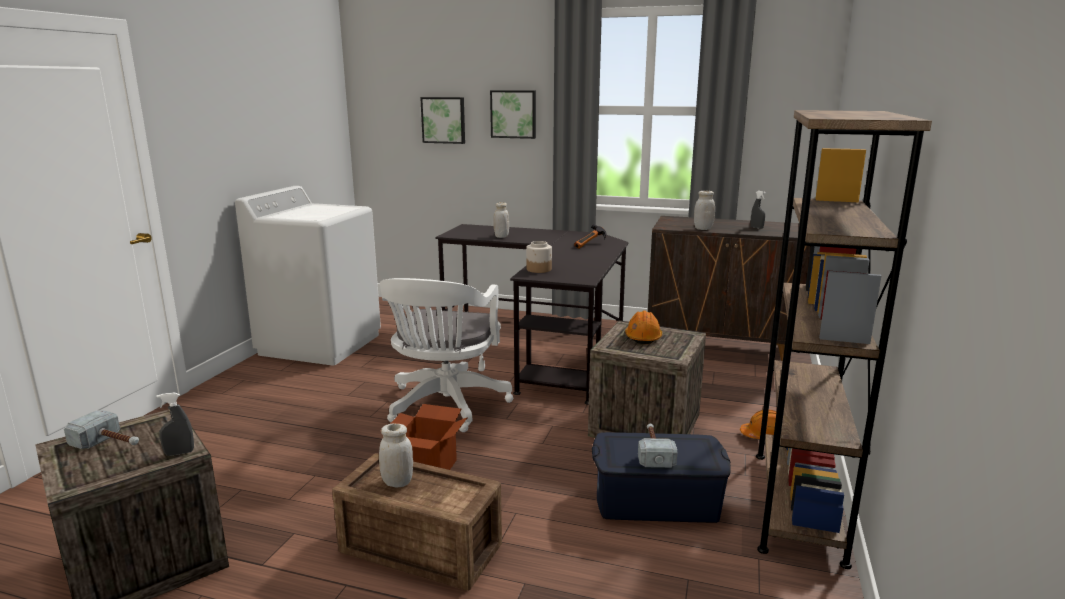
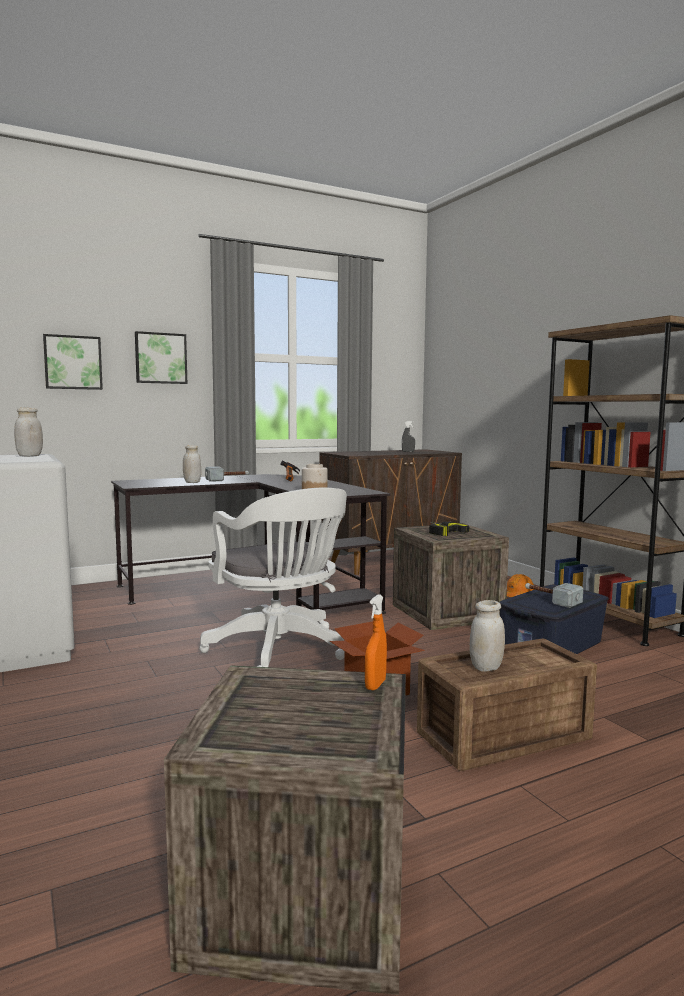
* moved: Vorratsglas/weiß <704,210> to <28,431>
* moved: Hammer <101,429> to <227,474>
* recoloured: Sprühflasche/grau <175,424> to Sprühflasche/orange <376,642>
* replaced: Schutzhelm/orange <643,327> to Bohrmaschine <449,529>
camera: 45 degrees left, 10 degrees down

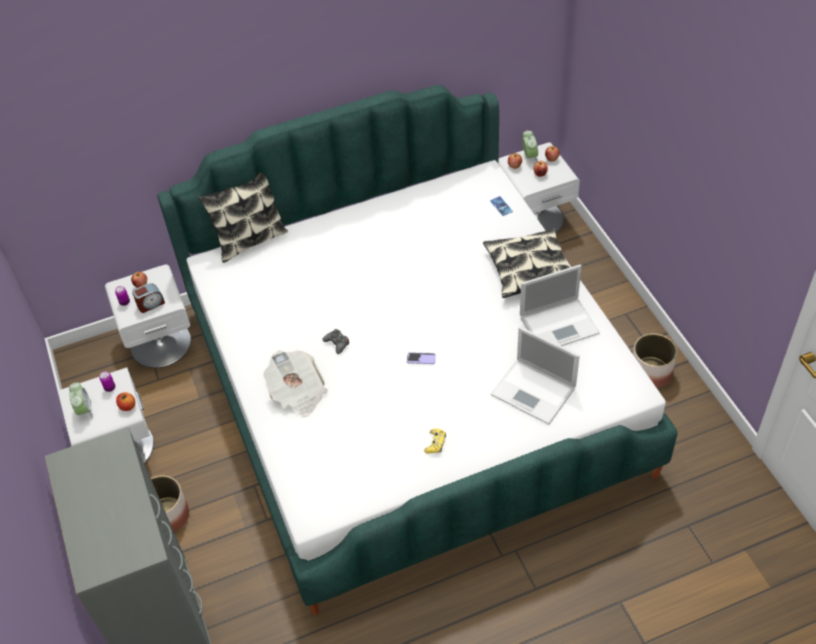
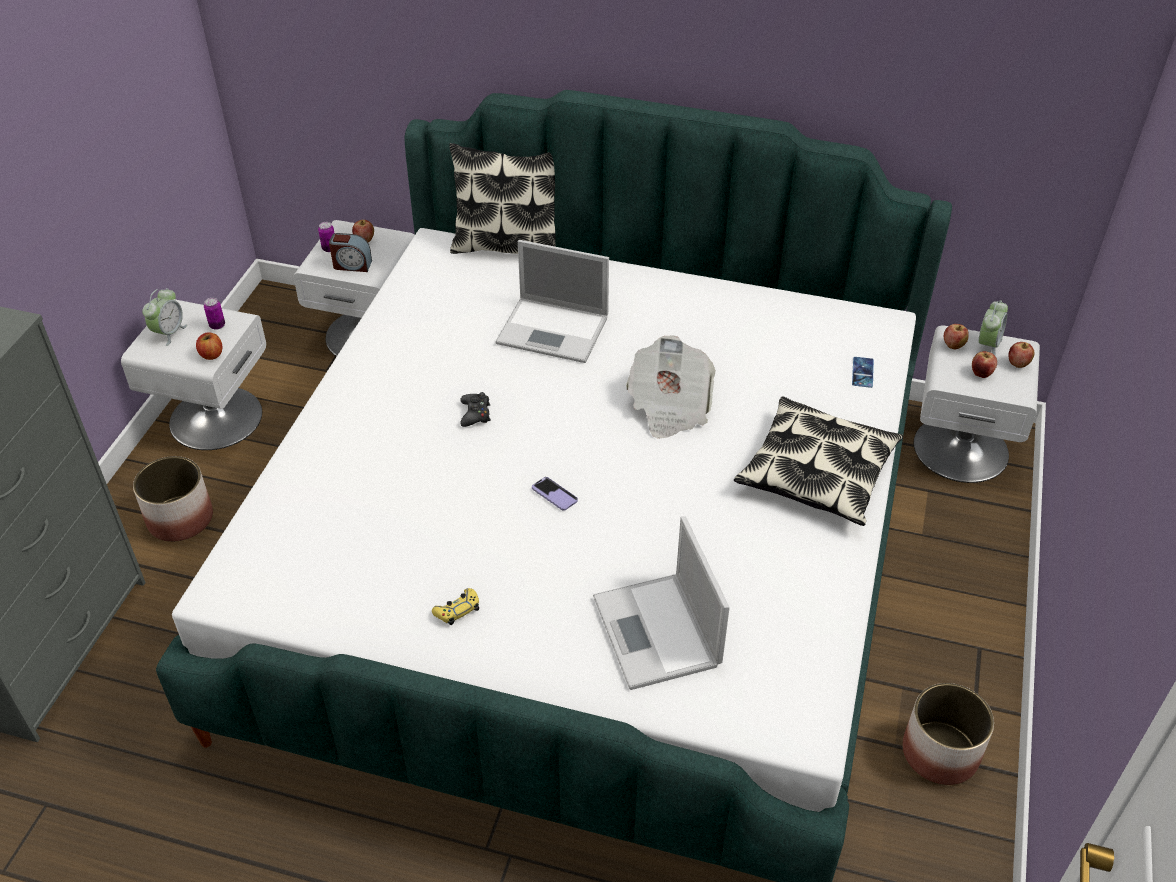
* moved: Laptop <560,305> to <552,301>
* moved: Zeitung <295,383> to <671,387>
camera: 35 degrees right, 5 degrees down

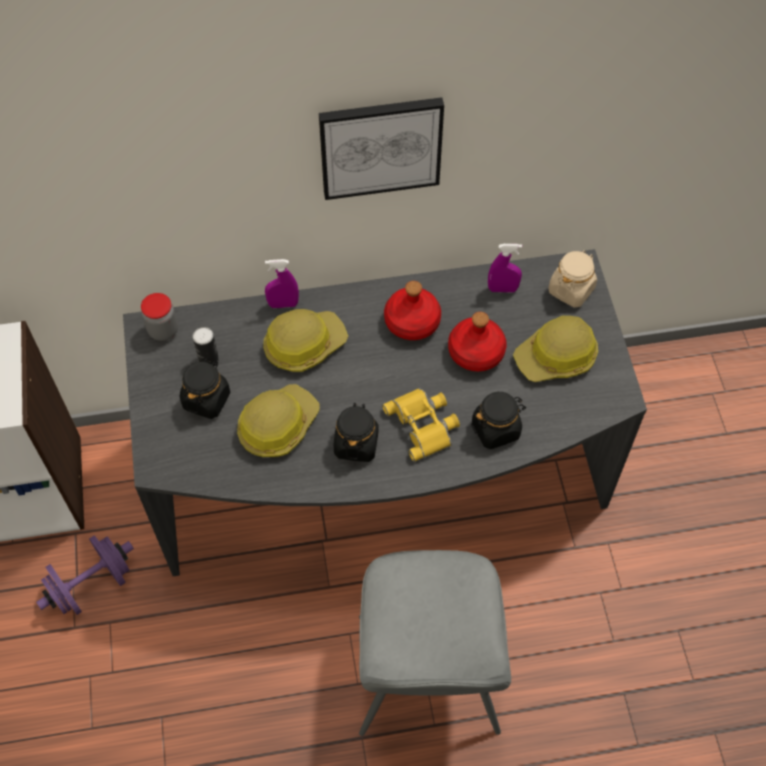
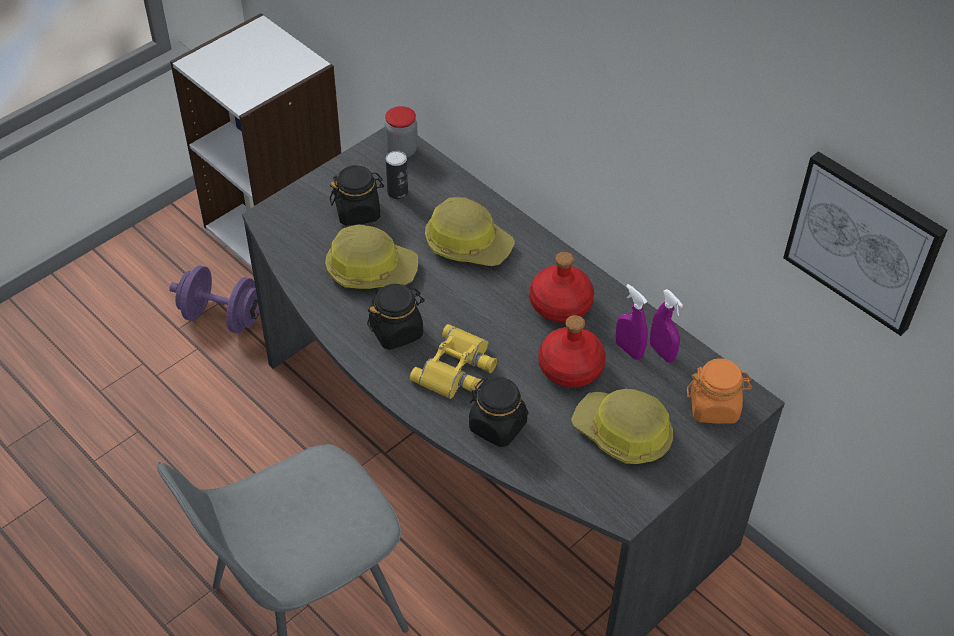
* moved: Sprühflasche/lila <282,283> to <632,322>
* recoloured: Vorratsglas/beige <572,279> to Vorratsglas/orange <719,391>
* moved: Bild <381,148> to <865,243>
camera: 55 degrees right, 10 degrees down

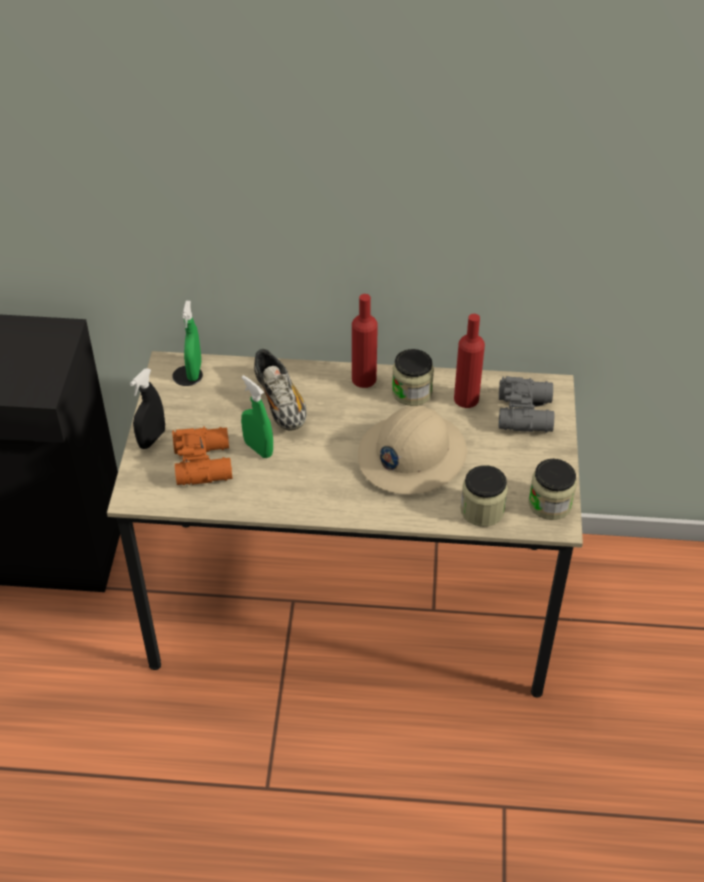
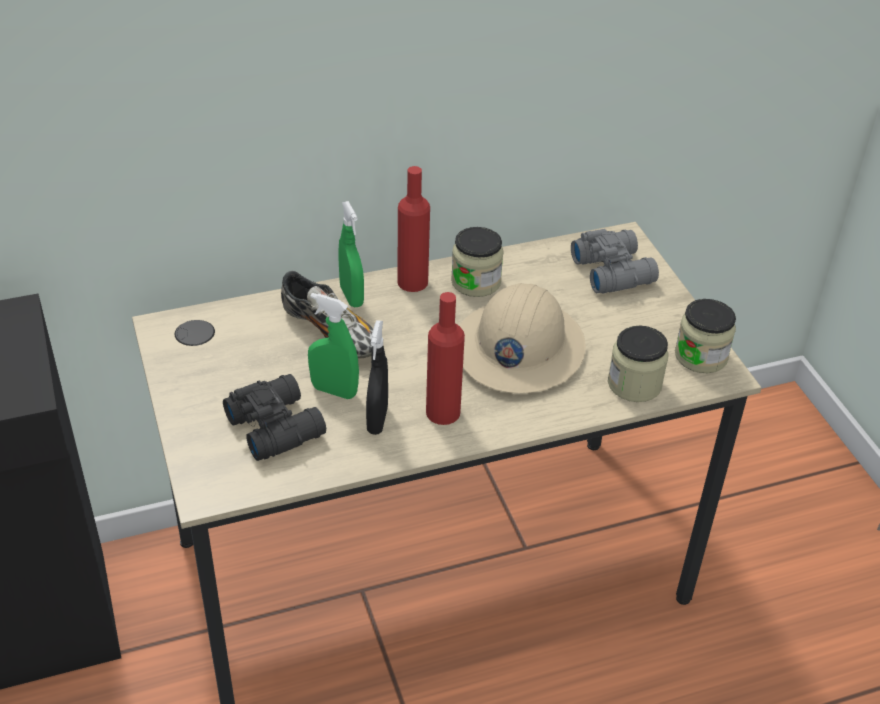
* recoloured: Fernglas/orange <202,455> to Fernglas/schwarz <274,417>
* moved: Sprühflasche/grün <192,341> to <351,254>
* moved: Sprühflasche/schwarz <147,408> to <377,377>
* moved: Flasche/rot <469,361> to <445,358>
camera: 25 degrees left, 5 degrees down

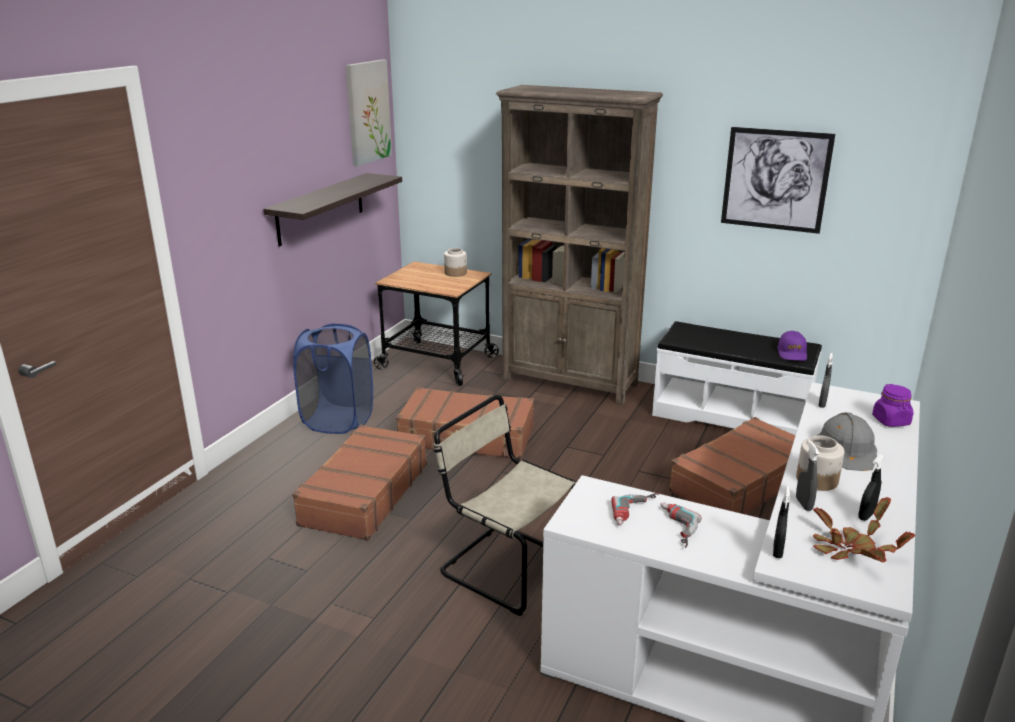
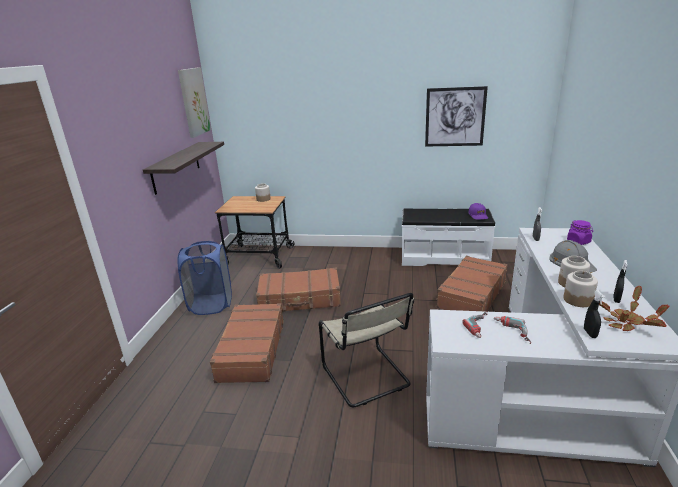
* turned: Stuhl/beige <505,505> = <366,350> 135 degrees counterclockwise
* replaced: Sprühflasche/grau <808,475> to Vorratsglas <580,289>
* removed: Bücherregal/braun <579,245>
camera: 15 degrees left, 0 degrees up

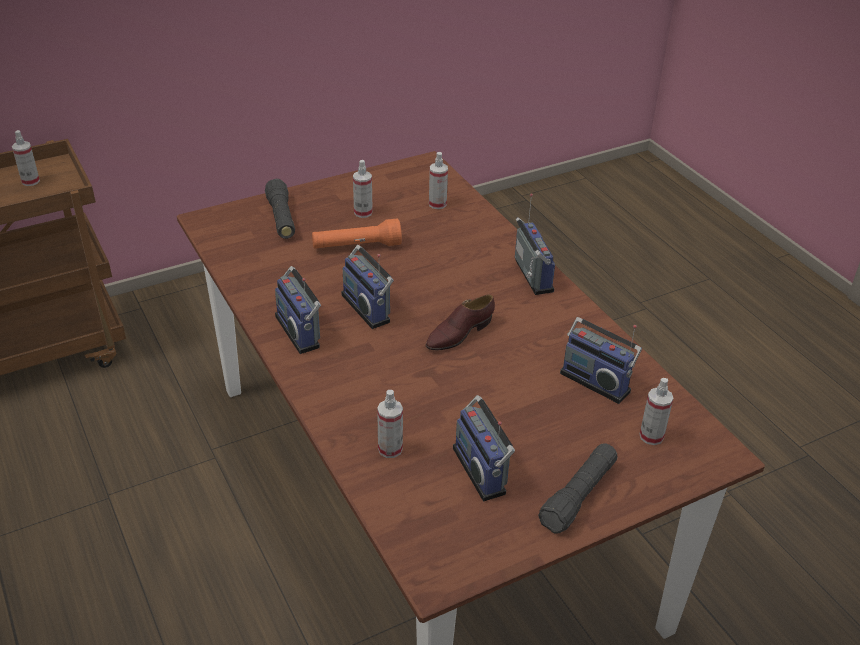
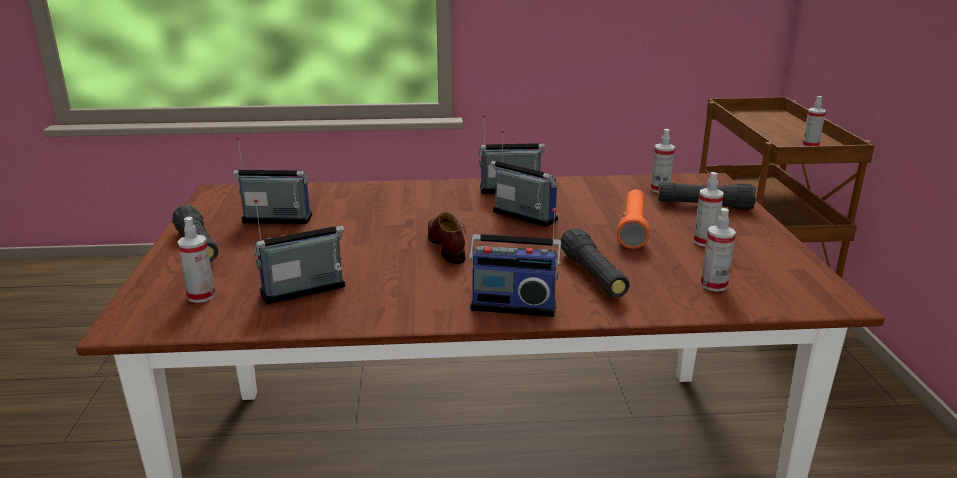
* turned: Radio <367,287> = <524,178> 45 degrees clockwise
* added: Taschenlampe/schwarz <594,263>
* moved: Sprühflasche <390,424> to <663,161>
camera: 115 degrees right, 15 degrees down

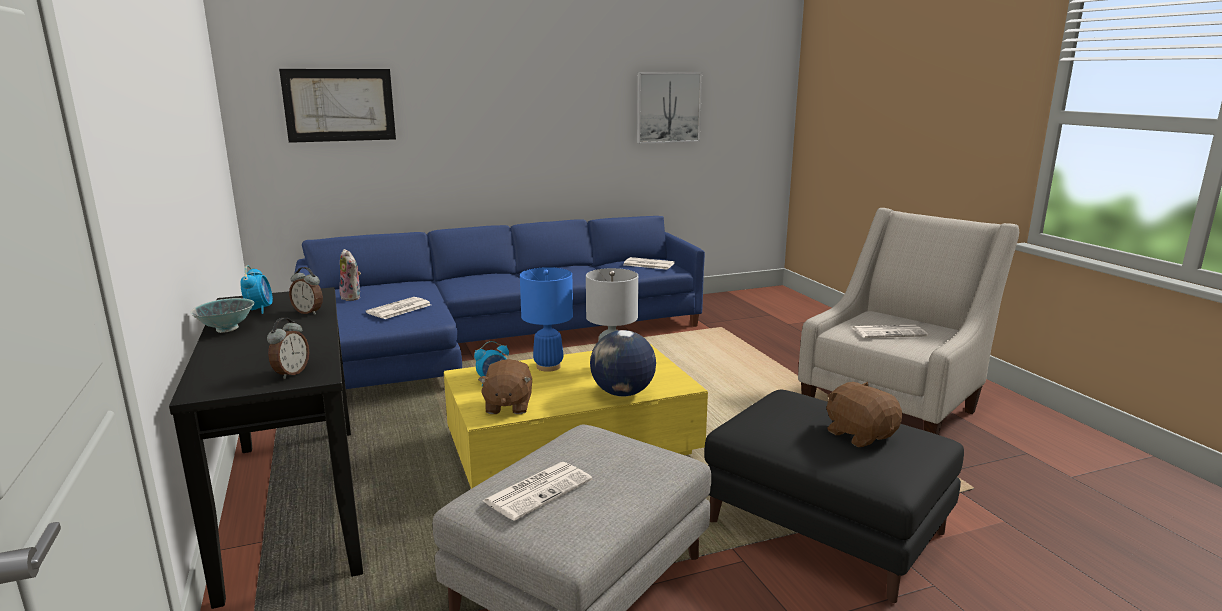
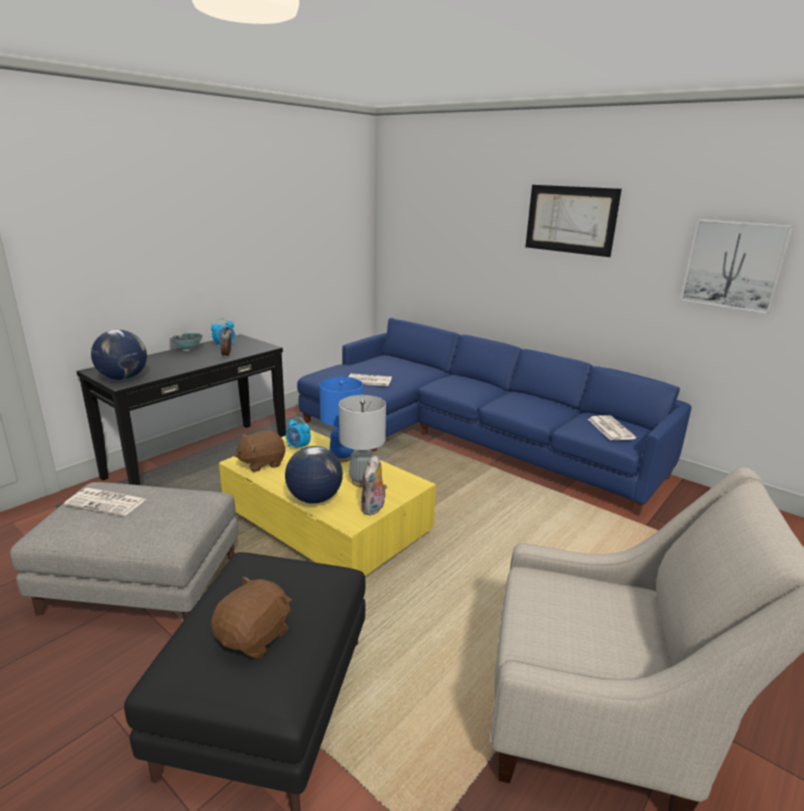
* replaced: Wecker <288,348> to Globus <119,355>
* moved: Plüschtier <350,275> to <374,485>
* moved: Bild <337,106> to <573,221>
* removed: Zeitung <890,331>
camera: 60 degrees right, 5 degrees up

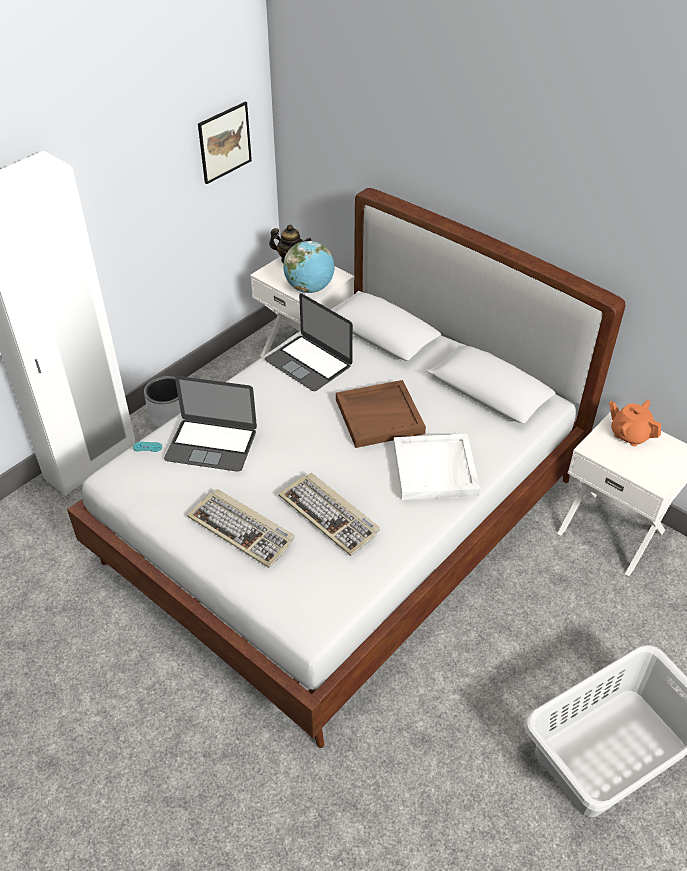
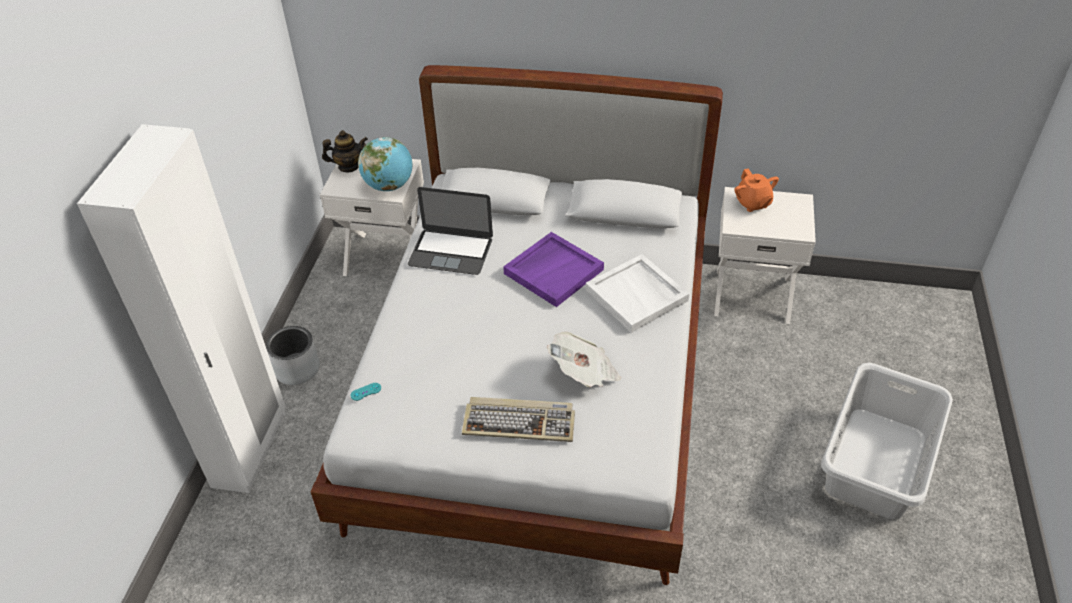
* recoloured: Tablett/braun <381,414> to Tablett/lila <553,269>
* replaced: Tastatur <329,514> to Zeitung <584,359>
* turned: Teekanne/orange <635,423> = <756,190> 120 degrees counterclockwise
* removed: Laptop <210,424>
* removed: Bild <225,143>
camera: 30 degrees left, 0 degrees up

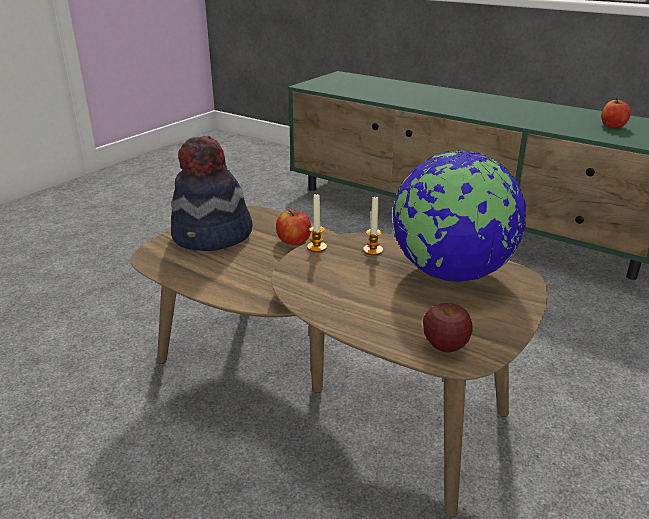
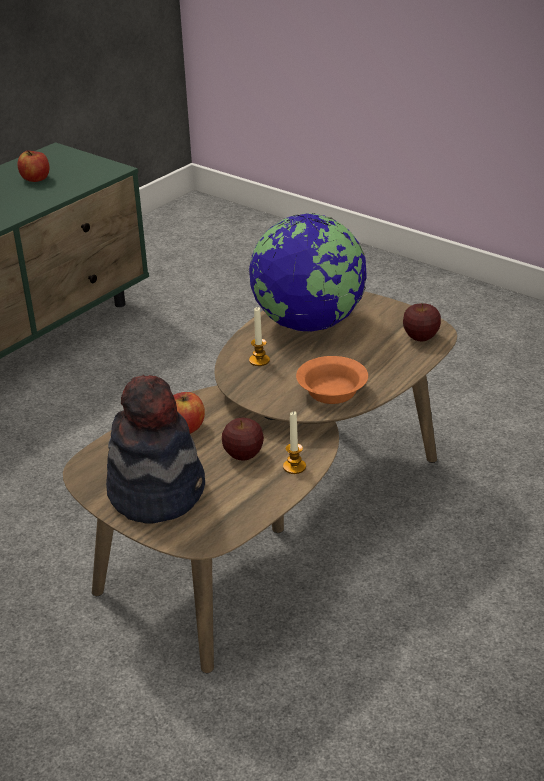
* added: Apfel <243,439>
* moved: Kerze <317,222> to <294,442>
* added: Schüssel/orange <332,380>
camera: 85 degrees left, 5 degrees up

